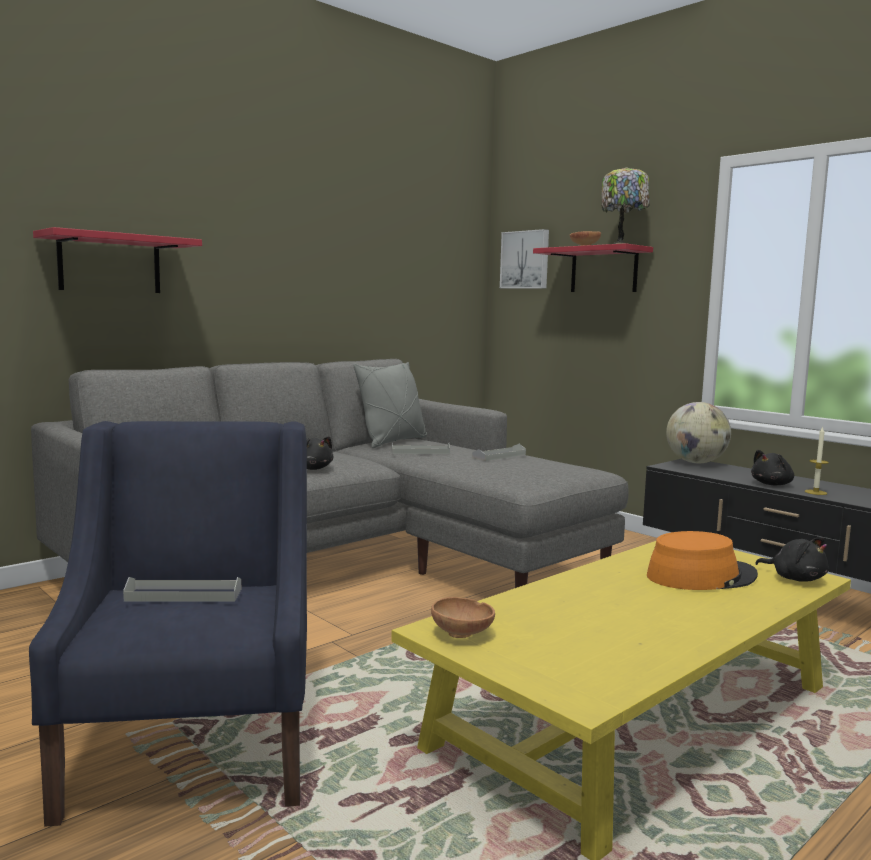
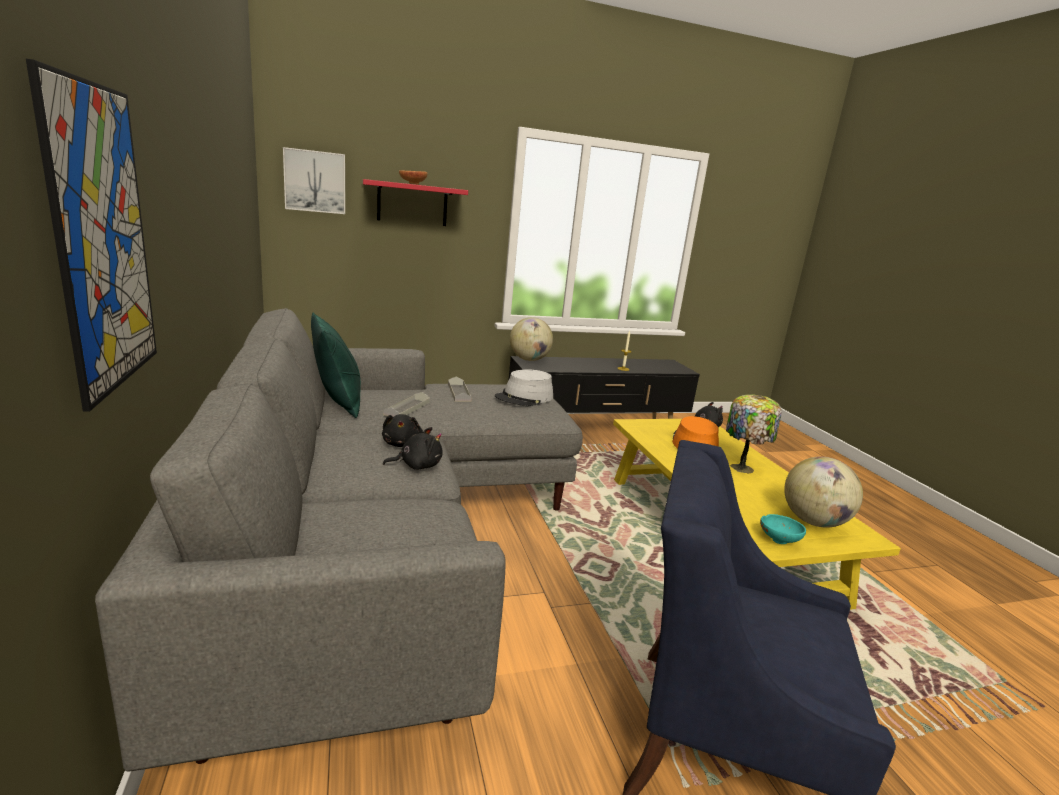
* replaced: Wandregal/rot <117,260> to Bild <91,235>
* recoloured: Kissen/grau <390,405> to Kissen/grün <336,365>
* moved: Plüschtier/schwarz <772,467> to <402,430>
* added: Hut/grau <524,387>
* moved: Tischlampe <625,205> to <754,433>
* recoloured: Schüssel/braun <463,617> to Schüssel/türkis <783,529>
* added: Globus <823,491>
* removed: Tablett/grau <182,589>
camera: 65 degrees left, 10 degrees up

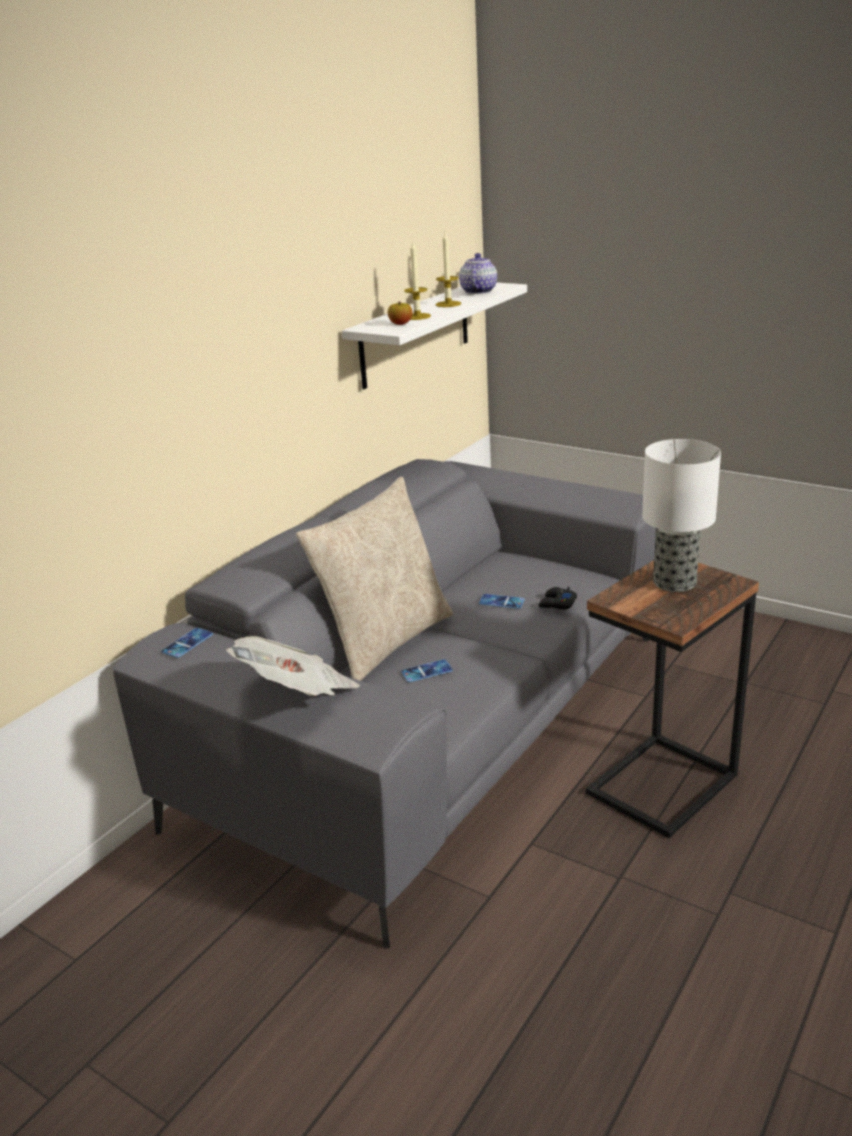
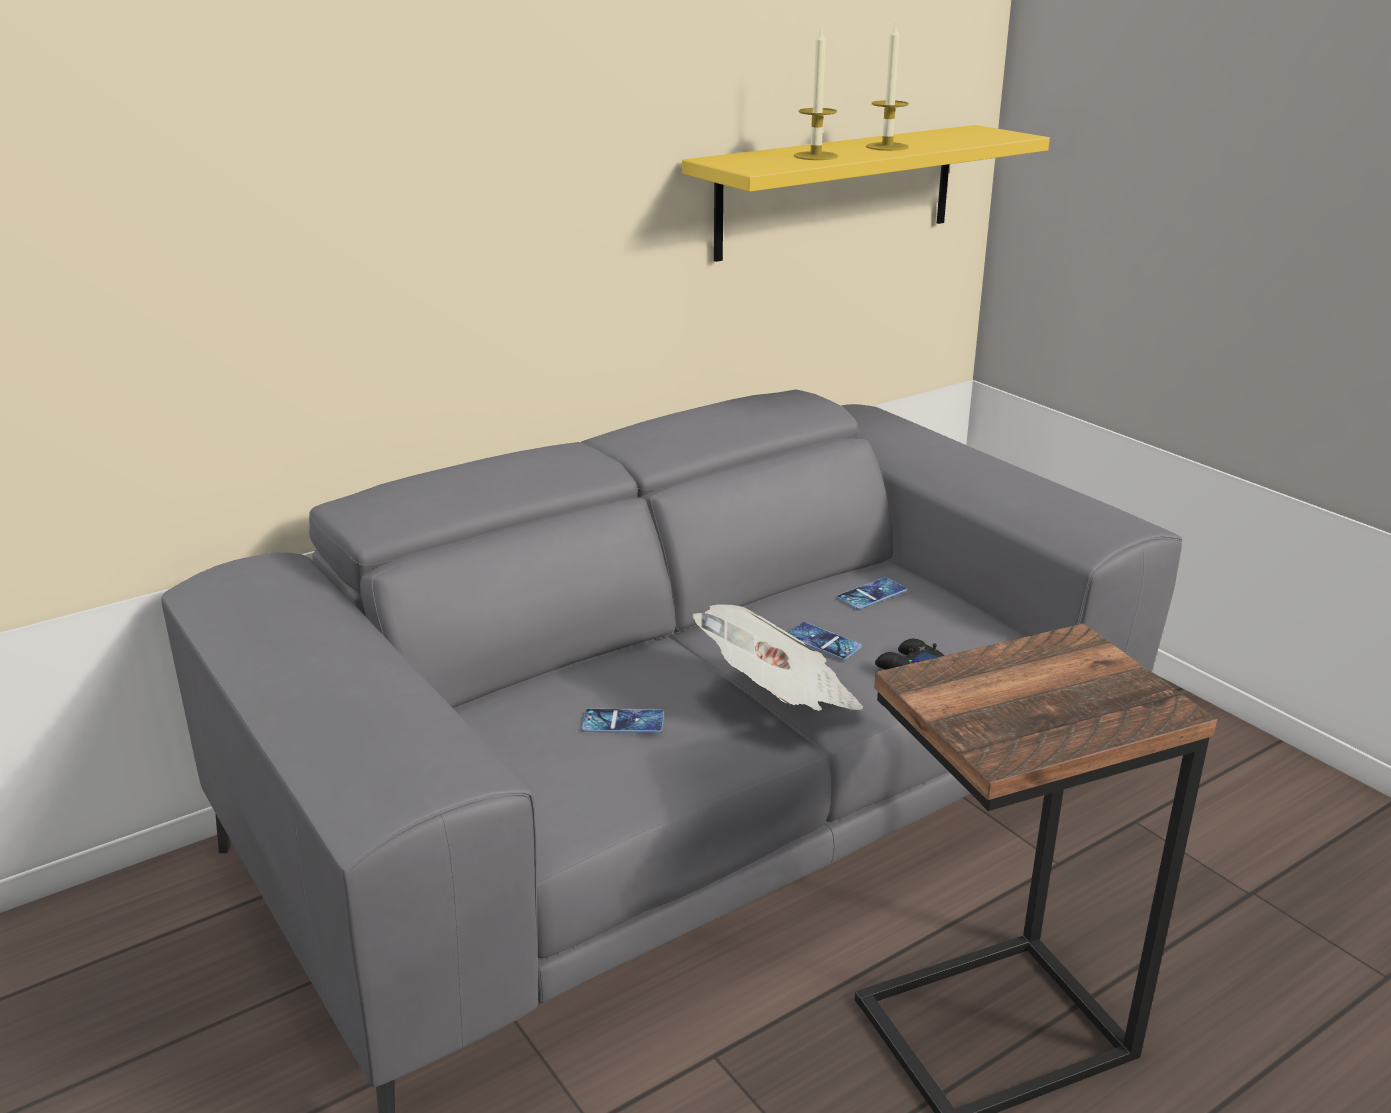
* recoloured: Wandregal/weiß <434,336> to Wandregal/gelb <866,193>
* moved: Zeitung <293,666> to <778,657>
* moved: Handy <187,643> to <872,593>
* removed: Kissen/beige <374,579>
* removed: Apfel <400,313>
* removed: Teekanne <478,273>
* removed: Tischlampe <681,515>
camera: 20 degrees right, 0 degrees up

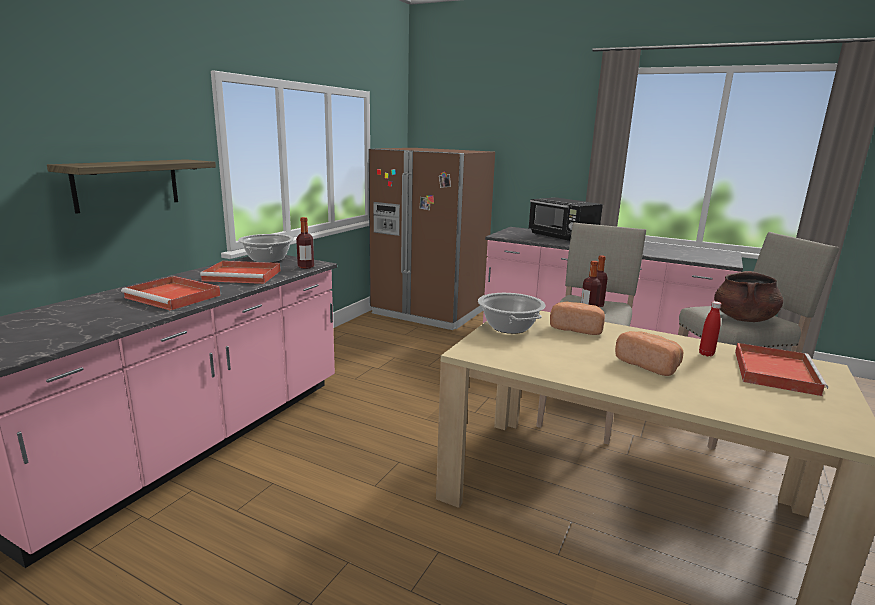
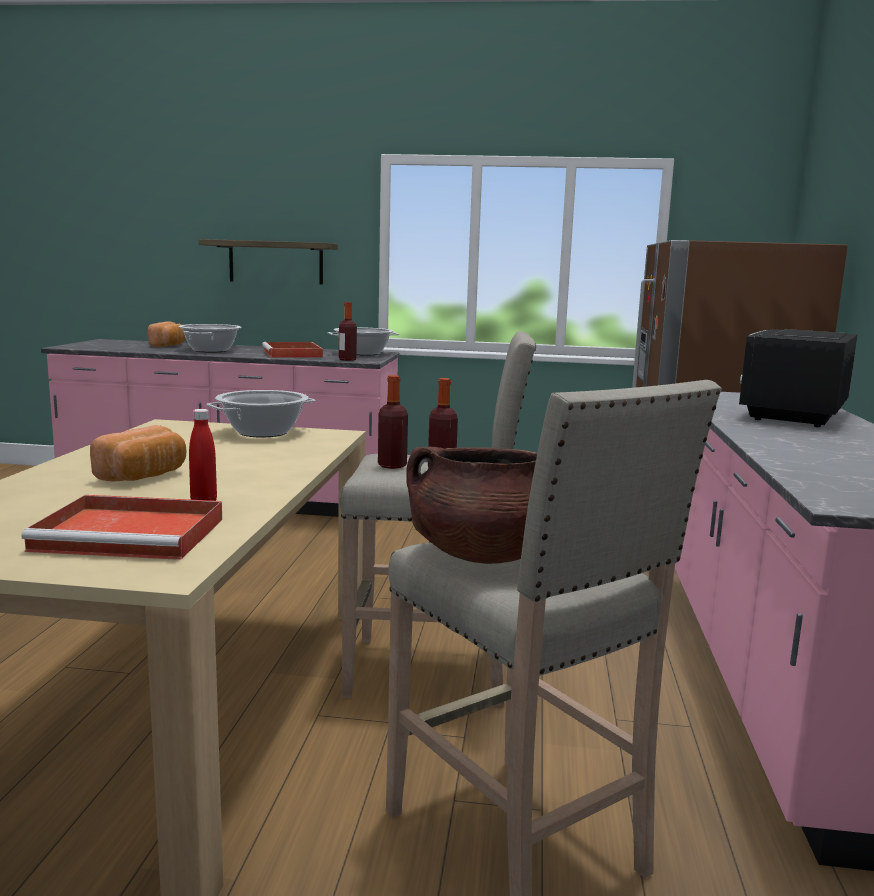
* moved: Brot <577,318> to <167,334>
* replaced: Tablett/rot <171,293> to Kochtopf <209,338>
camera: 70 degrees right, 5 degrees down

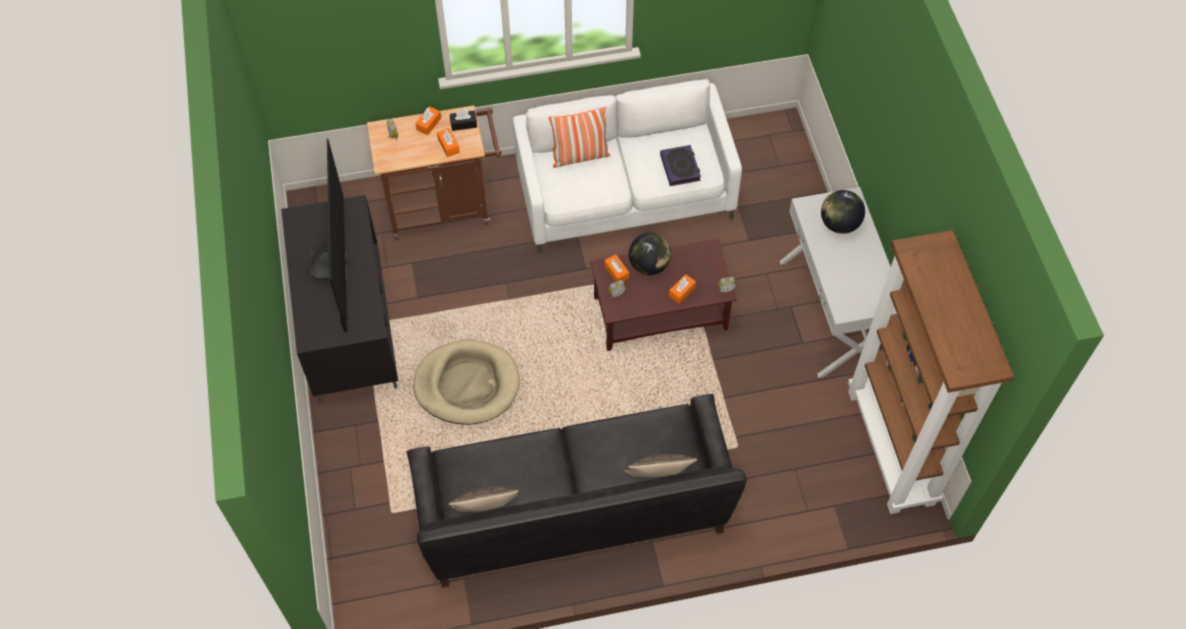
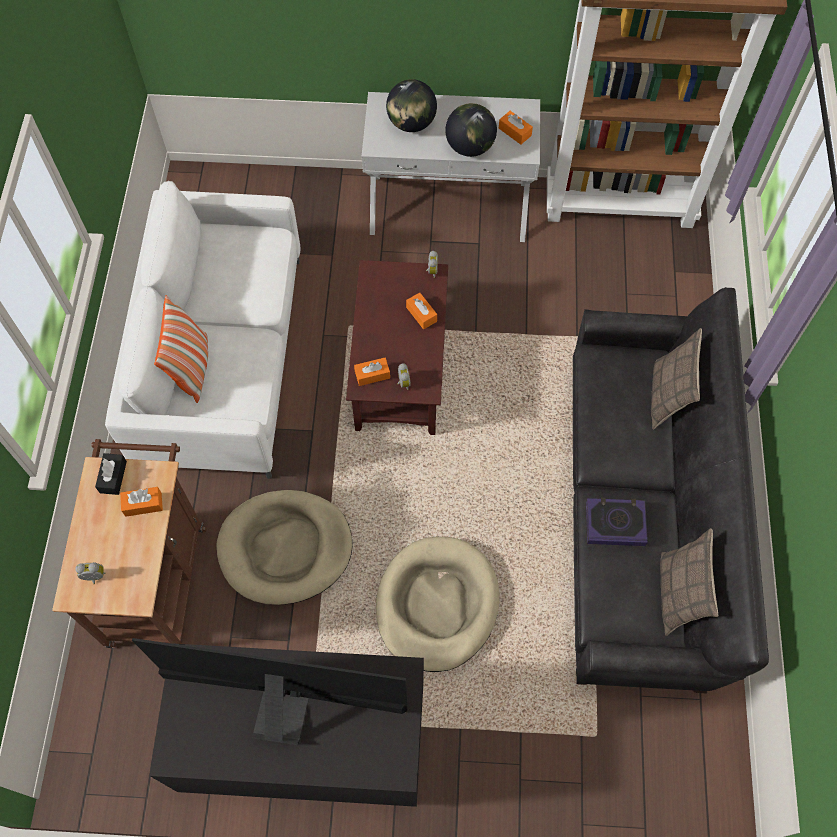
* added: Hundebett/beige <284,547>
* moved: Globus <650,254> to <471,130>
* moved: Taschentuchbox/orange <428,120> to <516,128>
* moved: Buch <680,165> to <617,522>
camera: 75 degrees left, 5 degrees up

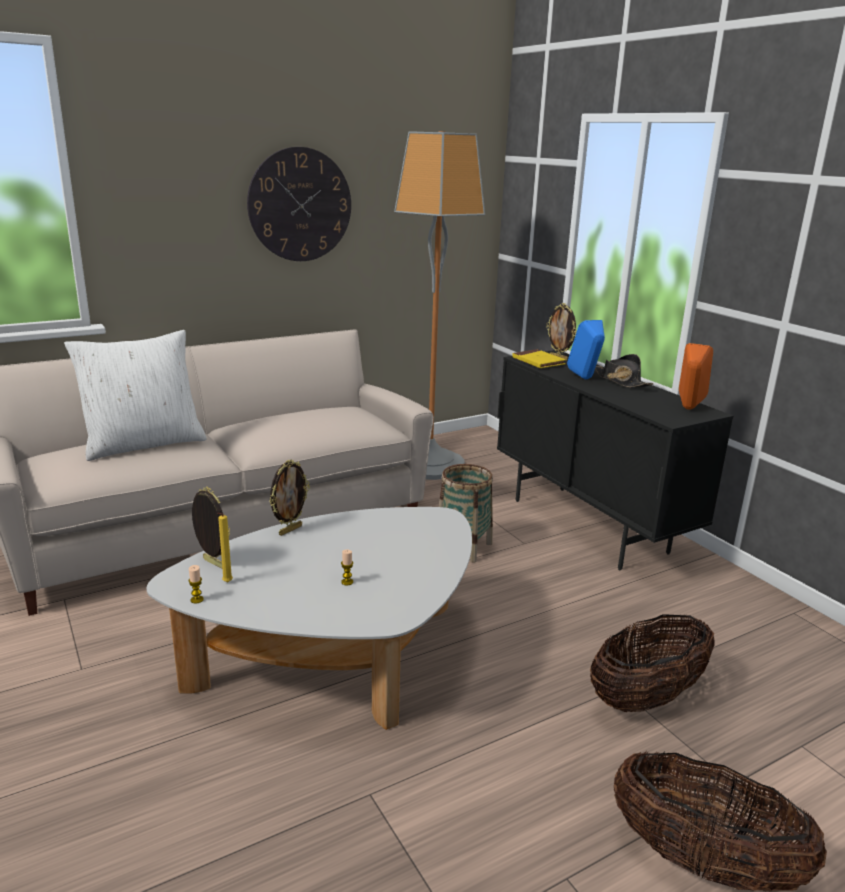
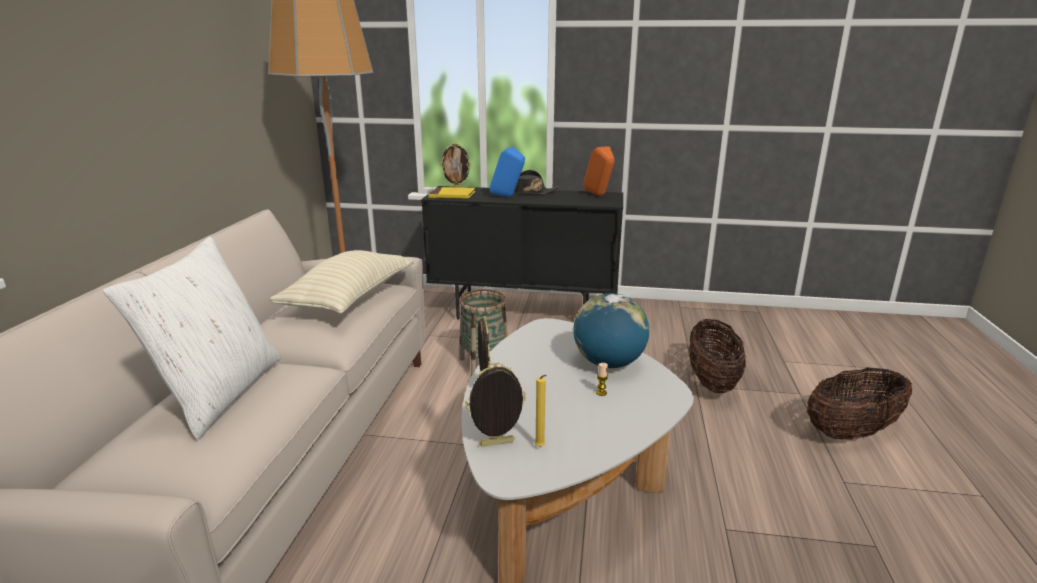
* added: Kissen/beige <341,282>
* added: Globus <611,330>
* removed: Kerze <196,584>
* removed: Wanduhr <299,204>
camera: 50 degrees left, 0 degrees up

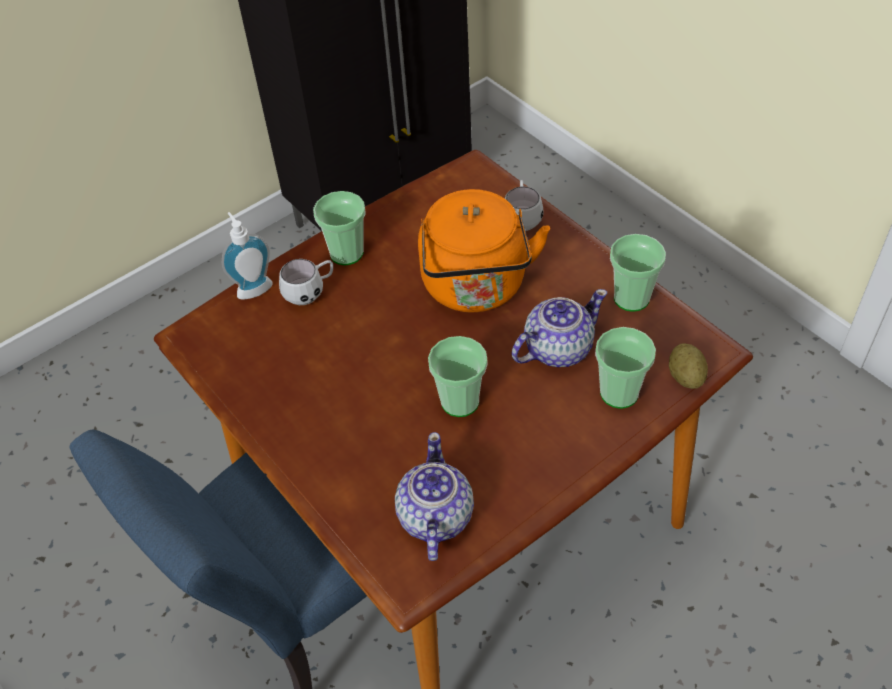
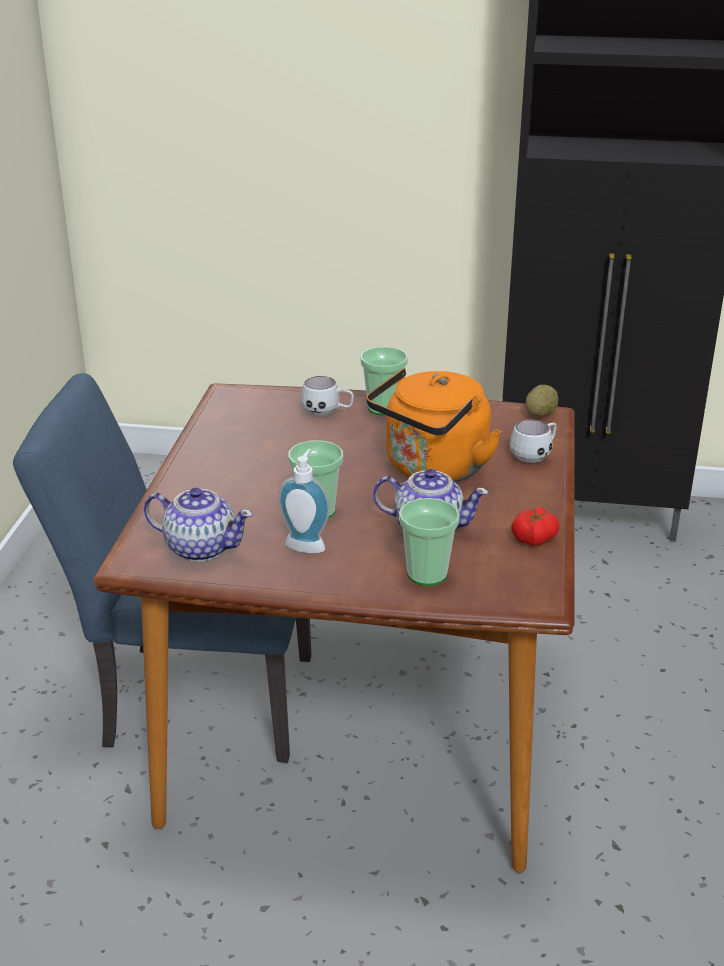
* turned: Teekanne <434,496> = <198,525> 60 degrees clockwise
* moved: Seifenspender <247,256> to <304,501>
* replaced: Tasse <638,273> to Tomate <535,526>
* moved: Kartoffel <688,366> to <542,401>
camera: 45 degrees right, 20 degrees down

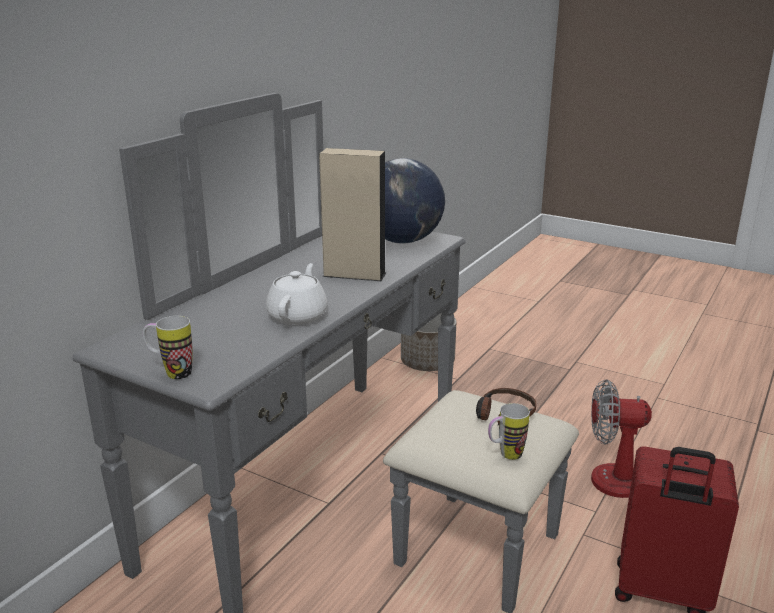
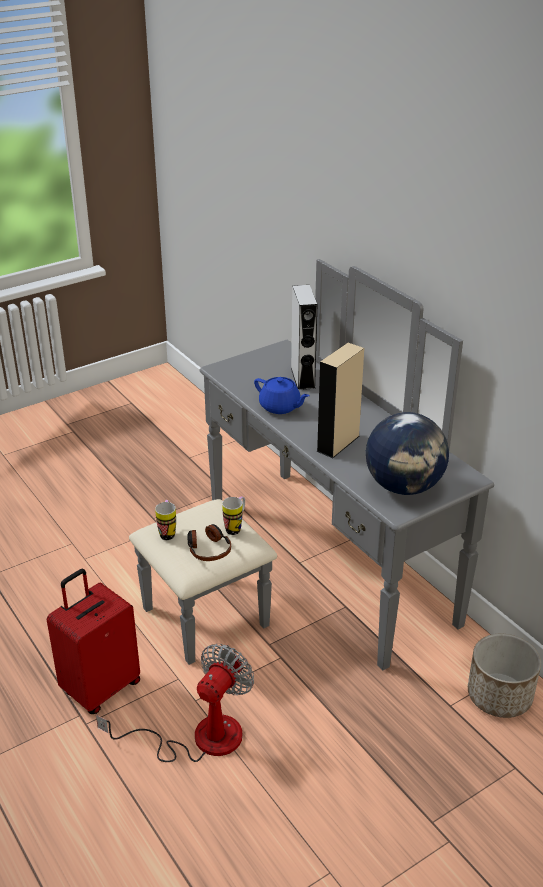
* moved: Henkelbecher <168,347> to <233,515>
* recoloured: Teekanne/weiß <297,294> to Teekanne/blau <282,395>
* added: Lautsprecher/grau <304,337>
camera: 115 degrees right, 10 degrees up

